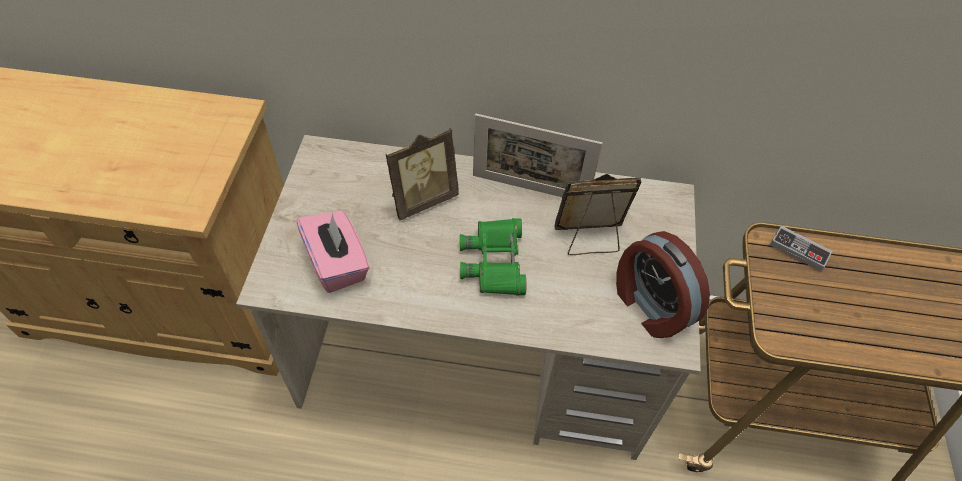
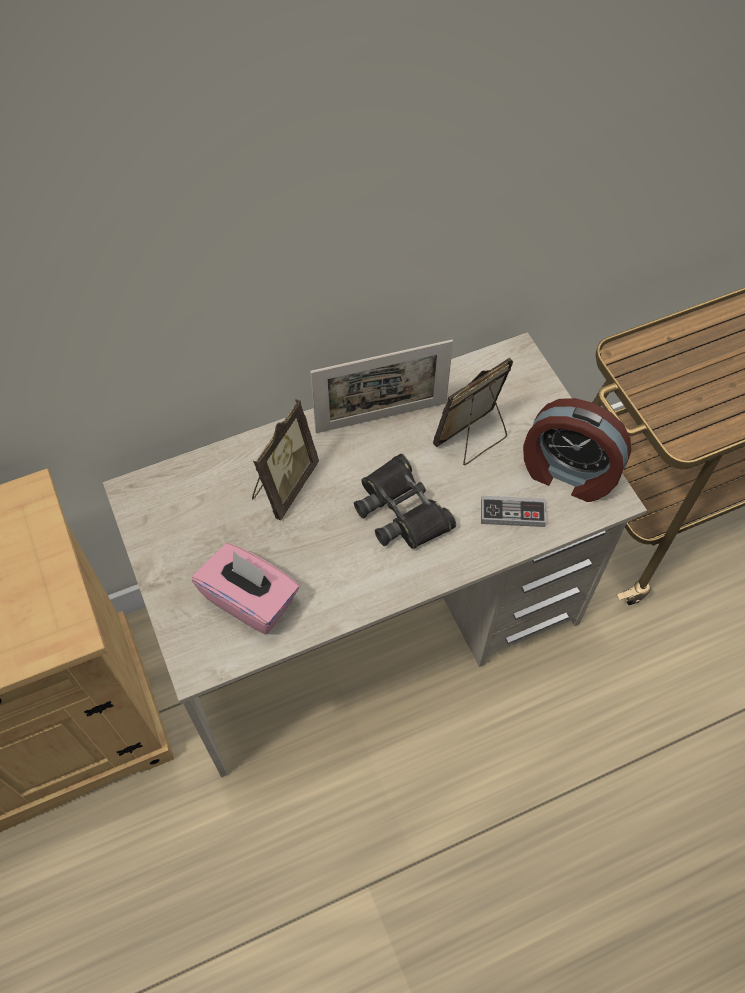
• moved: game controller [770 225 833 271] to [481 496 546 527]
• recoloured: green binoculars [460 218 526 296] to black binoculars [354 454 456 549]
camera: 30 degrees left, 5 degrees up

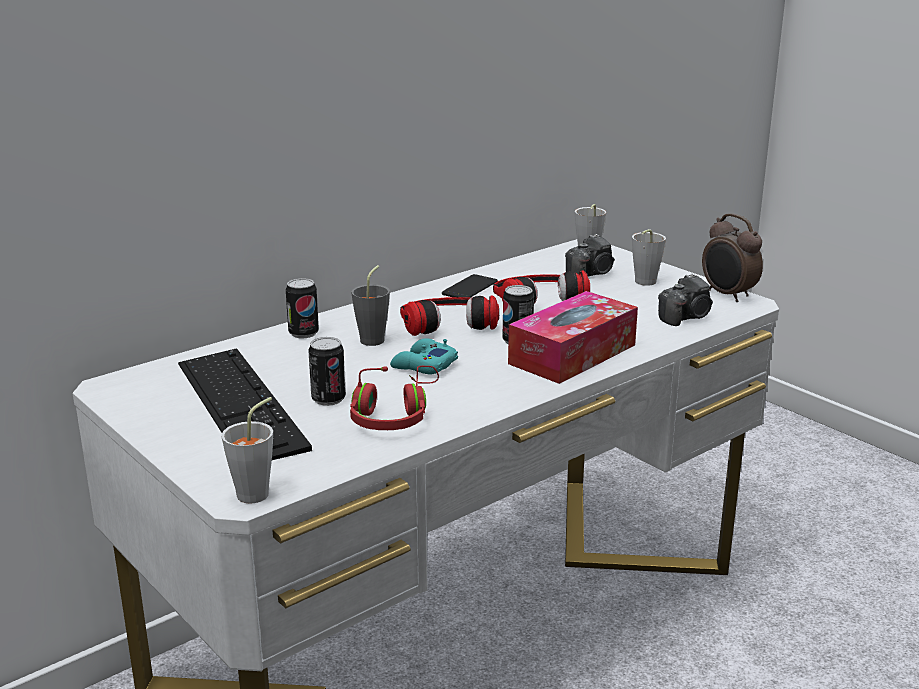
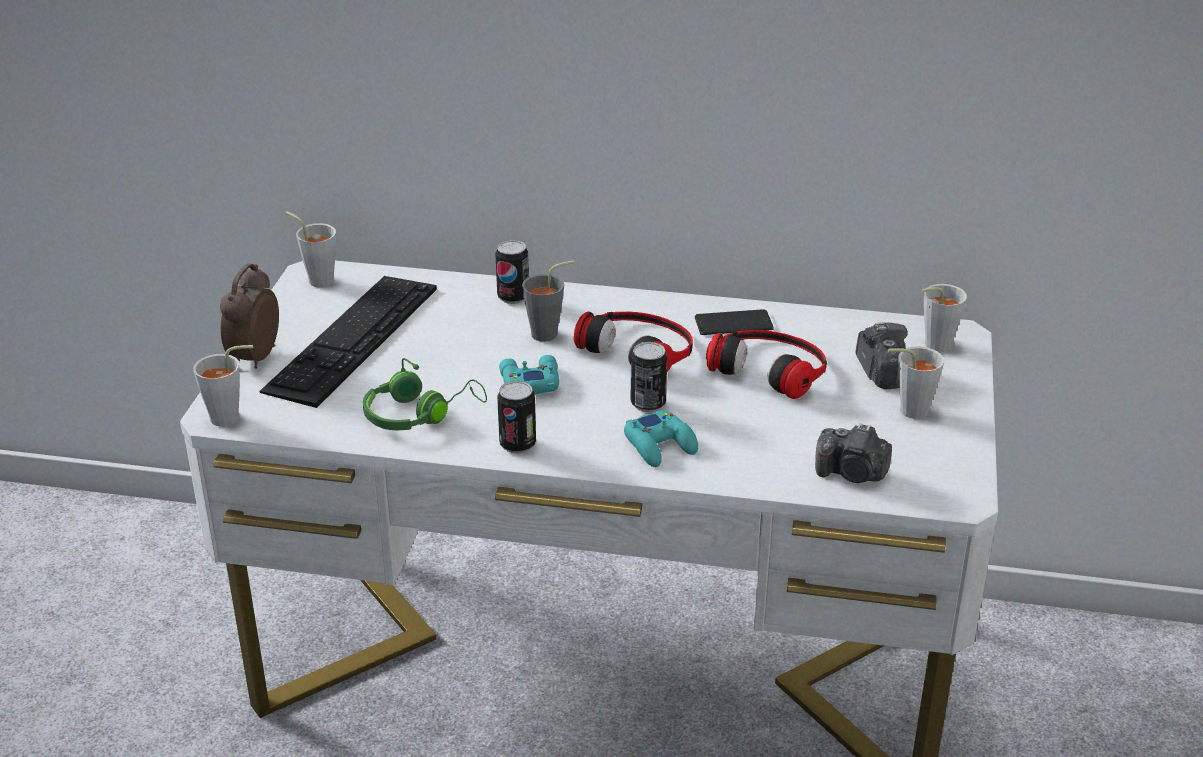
• added: grey cup [286 211 336 287]
• moved: can [308 337 346 406] to [497 381 536 454]
• moved: alarm clock [702 213 763 302] to [220 263 279 369]
• replaced: tissue box [508 291 638 384] to turquoise game controller [624 410 698 467]
• recoloured: red headphones [350 366 439 430] to green headphones [363 358 487 430]
• turned: photo camera [565 234 615 277] = [856 323 908 389] 120 degrees counterclockwise
camera: 50 degrees right, 10 degrees up

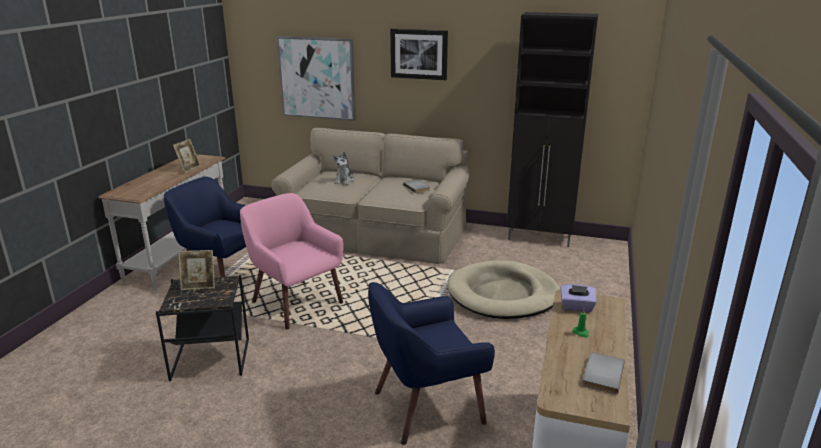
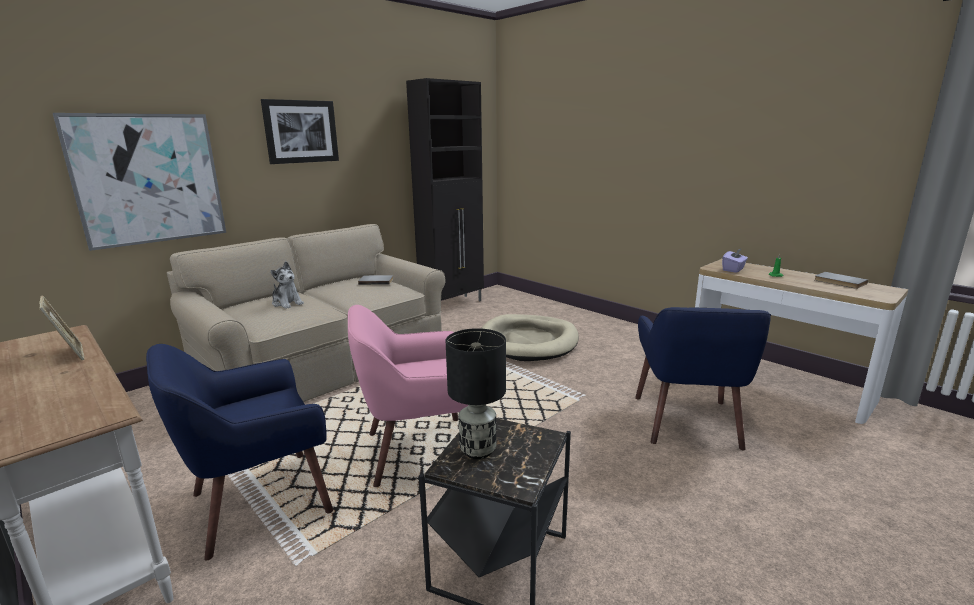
• replaced: picture frame [178 250 215 290] to black table lamp [446 328 506 459]
camera: 60 degrees left, 5 degrees down

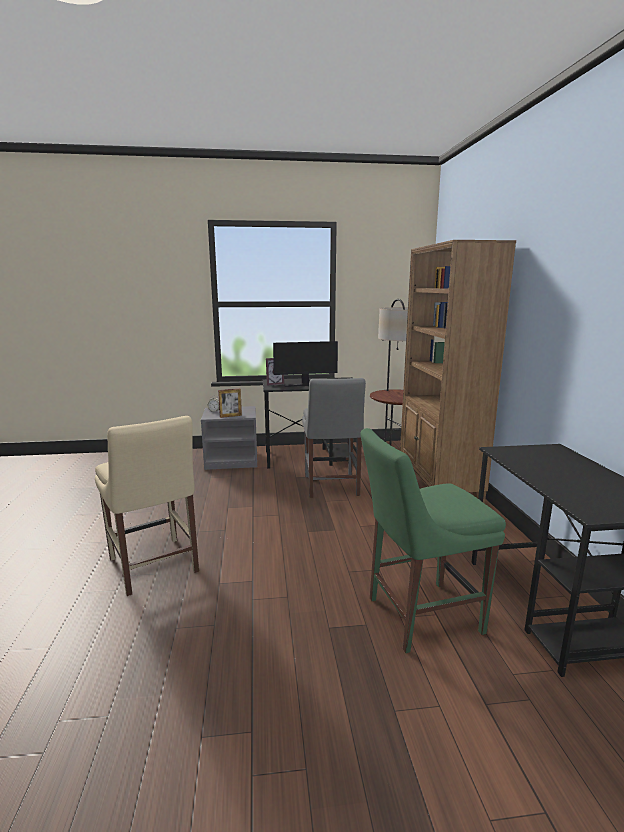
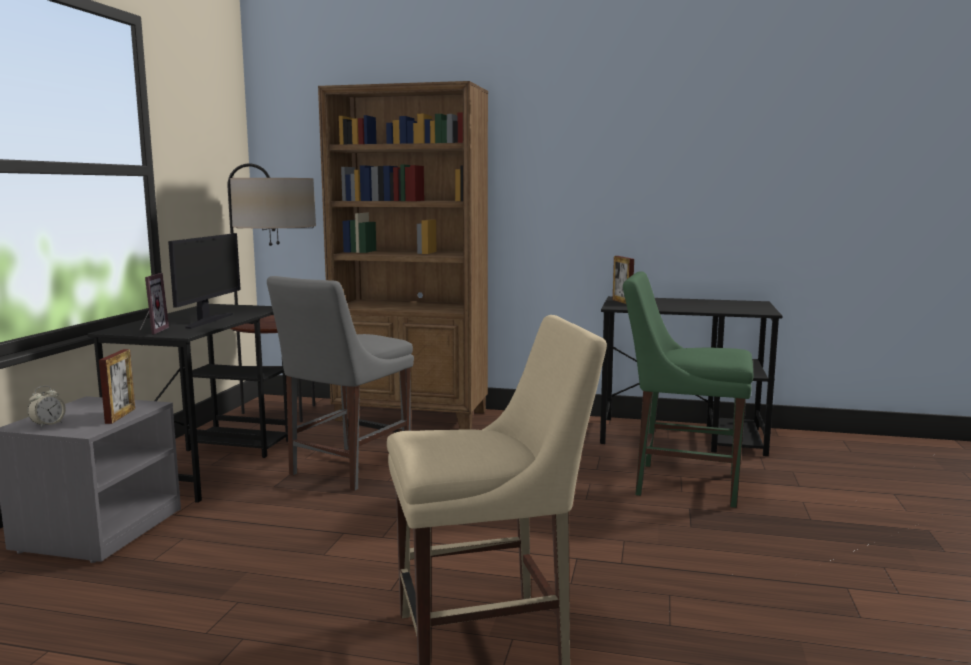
• added: picture frame [613 256 634 304]
• turned: grey chair [302 378 366 498] = [267 276 414 491] 105 degrees clockwise
• turned: green chair [360 428 506 653] = [623 271 754 508] 105 degrees clockwise
camera: 70 degrees left, 5 degrees down

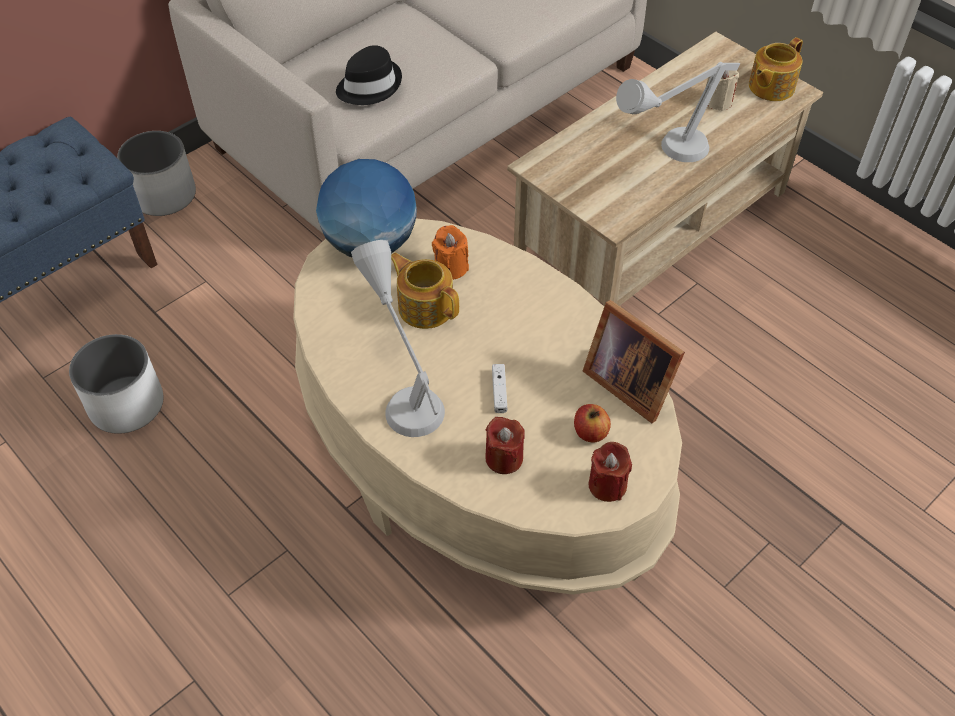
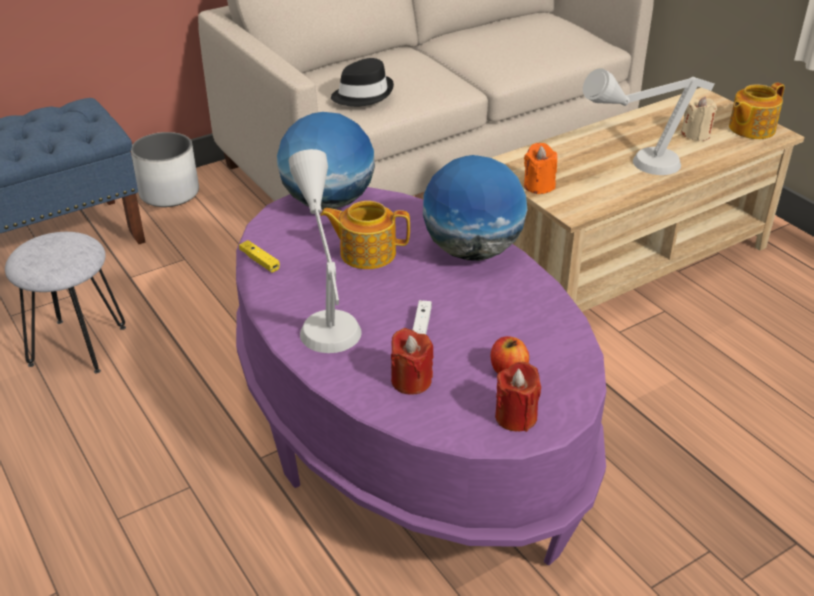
• removed: picture frame [583 300 685 423]
• added: yellow game controller [239 240 280 272]
• added: globe [423 155 527 261]
• moved: orange candle [432 225 469 280] to [524 143 557 194]
• replaced: white planter [69 334 164 434] to grey stool [5 232 126 373]
• recoloured: beige coffee table [293 218 682 595] to purple coffee table [236 187 606 565]
• turned: teapot [391 253 459 329] = [320 201 410 269] 45 degrees counterclockwise
camera: 10 degrees right, 15 degrees down

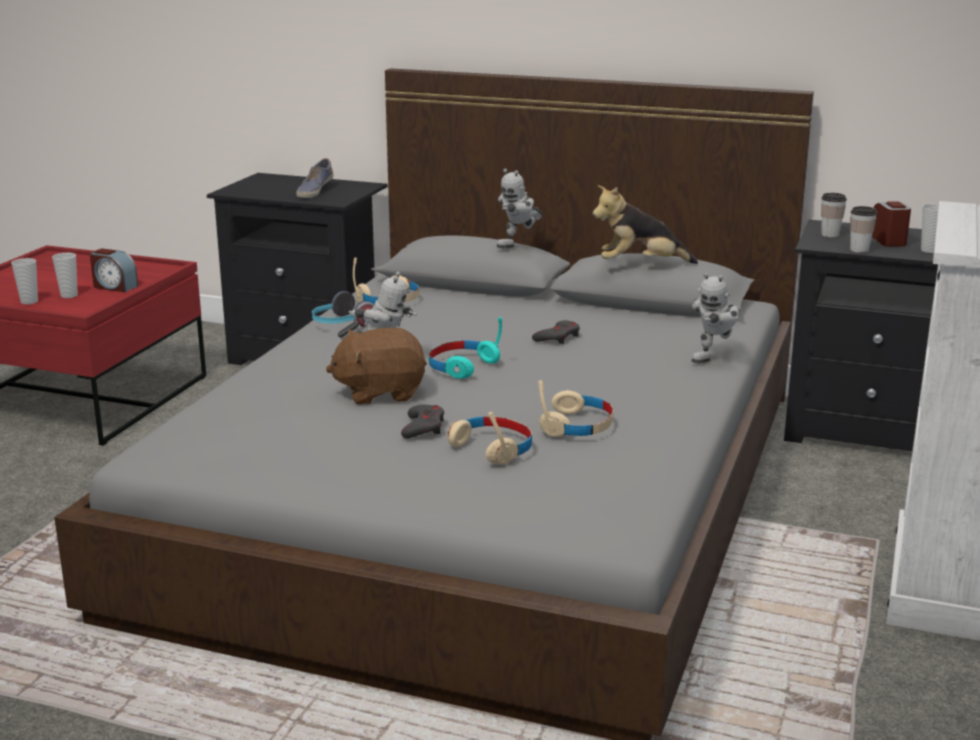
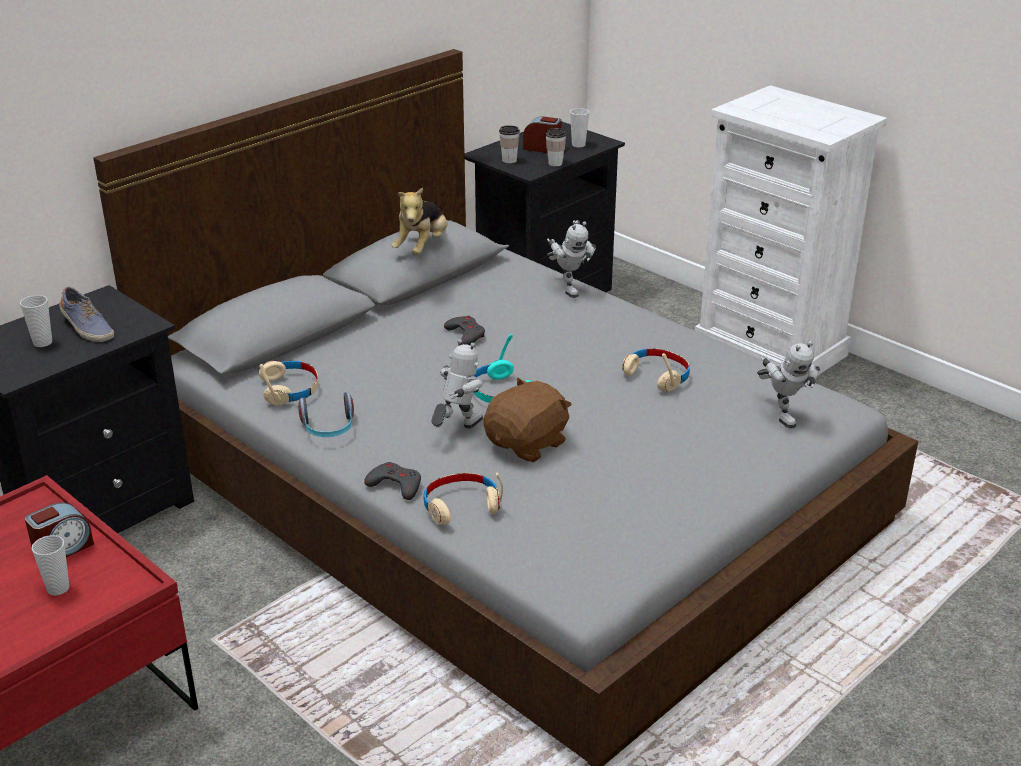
• moved: cup [11 258 38 304] to [20 295 52 347]
• moved: grey game controller [401 405 444 438] to [364 462 421 500]
• moved: beige headphones [448 412 532 465] to [424 473 503 525]
• moved: toy robot [497 169 542 248] to [757 341 820 428]
• turned: brown plush toy [326 328 427 405] = [483 378 572 462] 150 degrees counterclockwise
camera: 65 degrees left, 10 degrees up

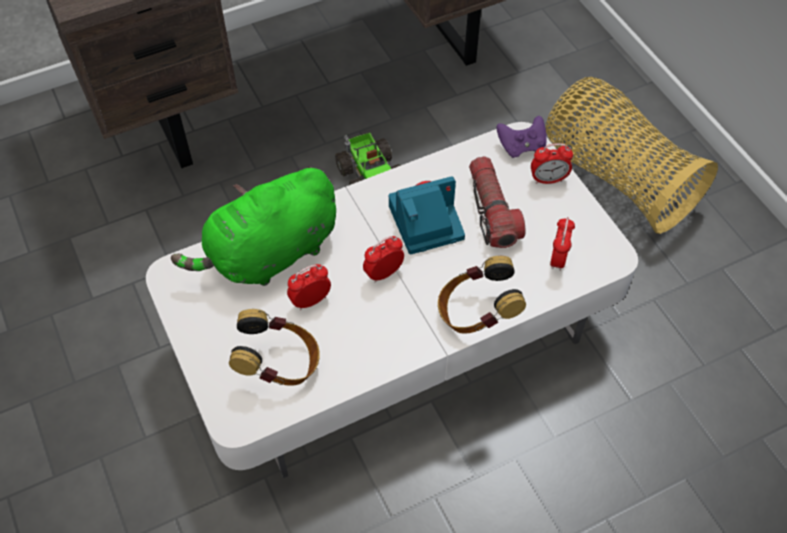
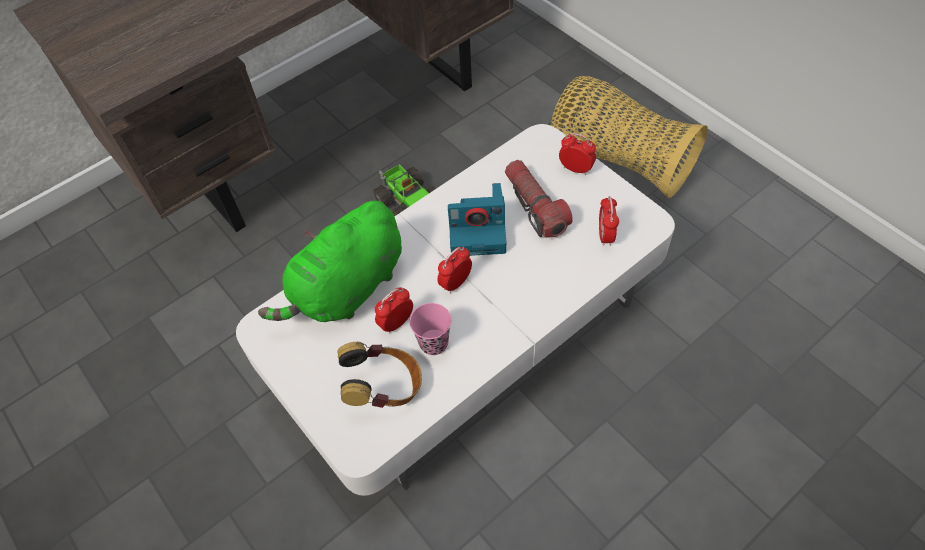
• removed: headphones [438 256 526 334]
• removed: purple game controller [497 116 547 158]
• added: pink cup [410 303 451 355]
• turned: photo camera [389 176 465 255] = [448 183 507 256] 150 degrees counterclockwise
• turned: alarm clock [531 143 573 184] = [559 133 596 175] 135 degrees counterclockwise
camera: 10 degrees left, 0 degrees up

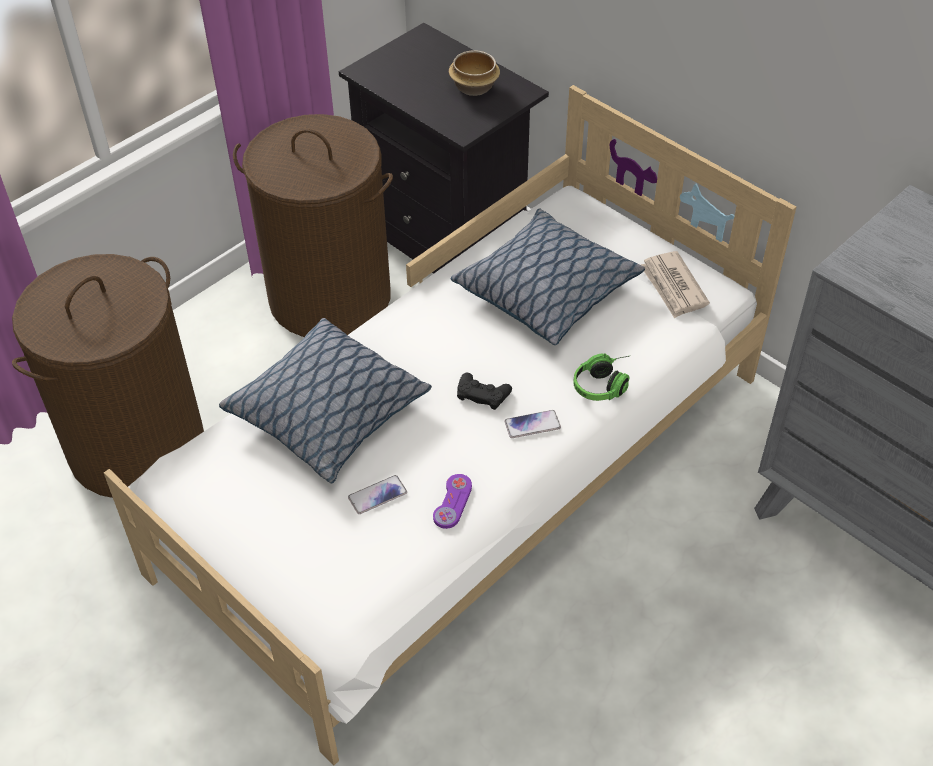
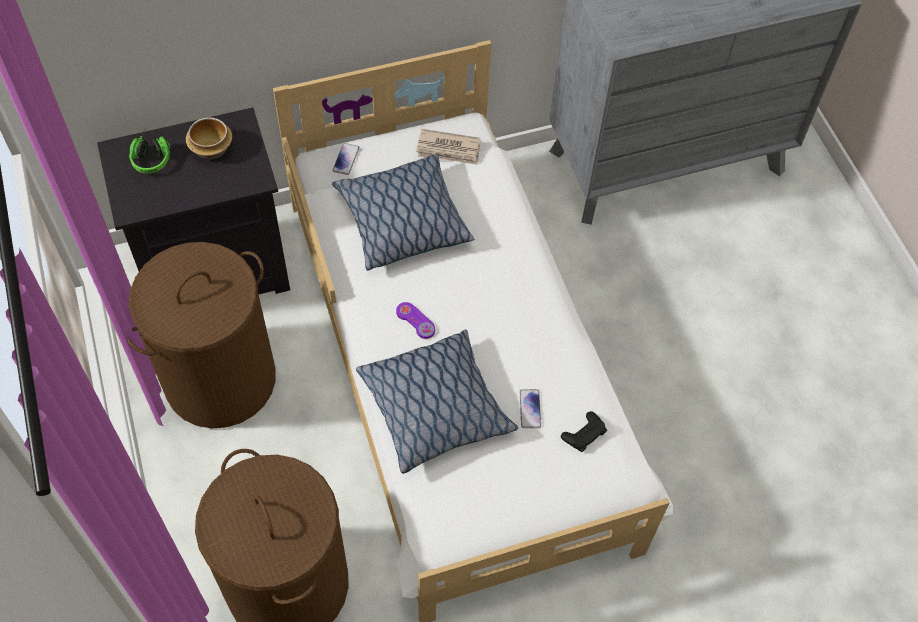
• moved: purple game controller [433 474 472 529] to [396 302 435 339]
• moved: black game controller [457 373 512 410] to [561 411 607 452]
• moved: phone [504 410 561 438] to [333 143 359 175]
• moved: headphones [573 353 629 401] to [129 127 170 174]
camera: 65 degrees left, 10 degrees up

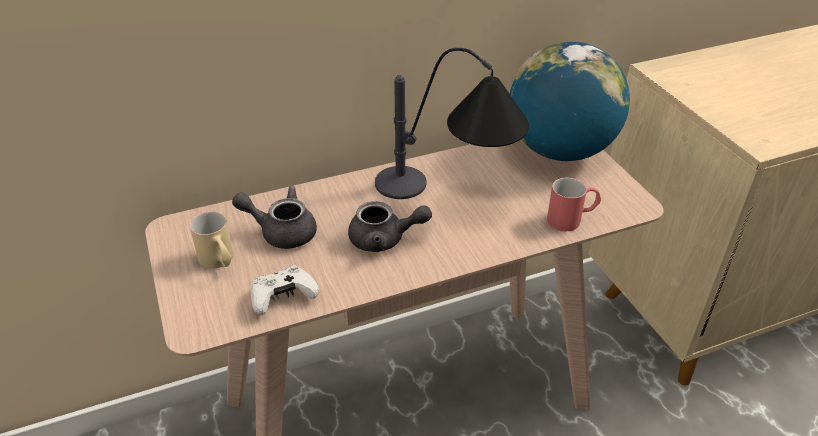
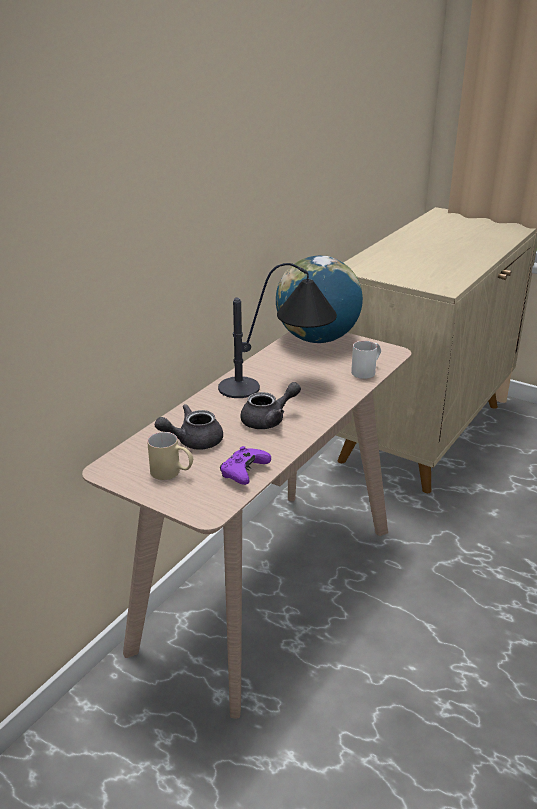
• recoloured: white game controller [251 265 319 315] to purple game controller [220 446 271 485]
• recoloured: red mug [547 178 601 231] to white mug [351 341 381 379]
camera: 35 degrees left, 10 degrees down

